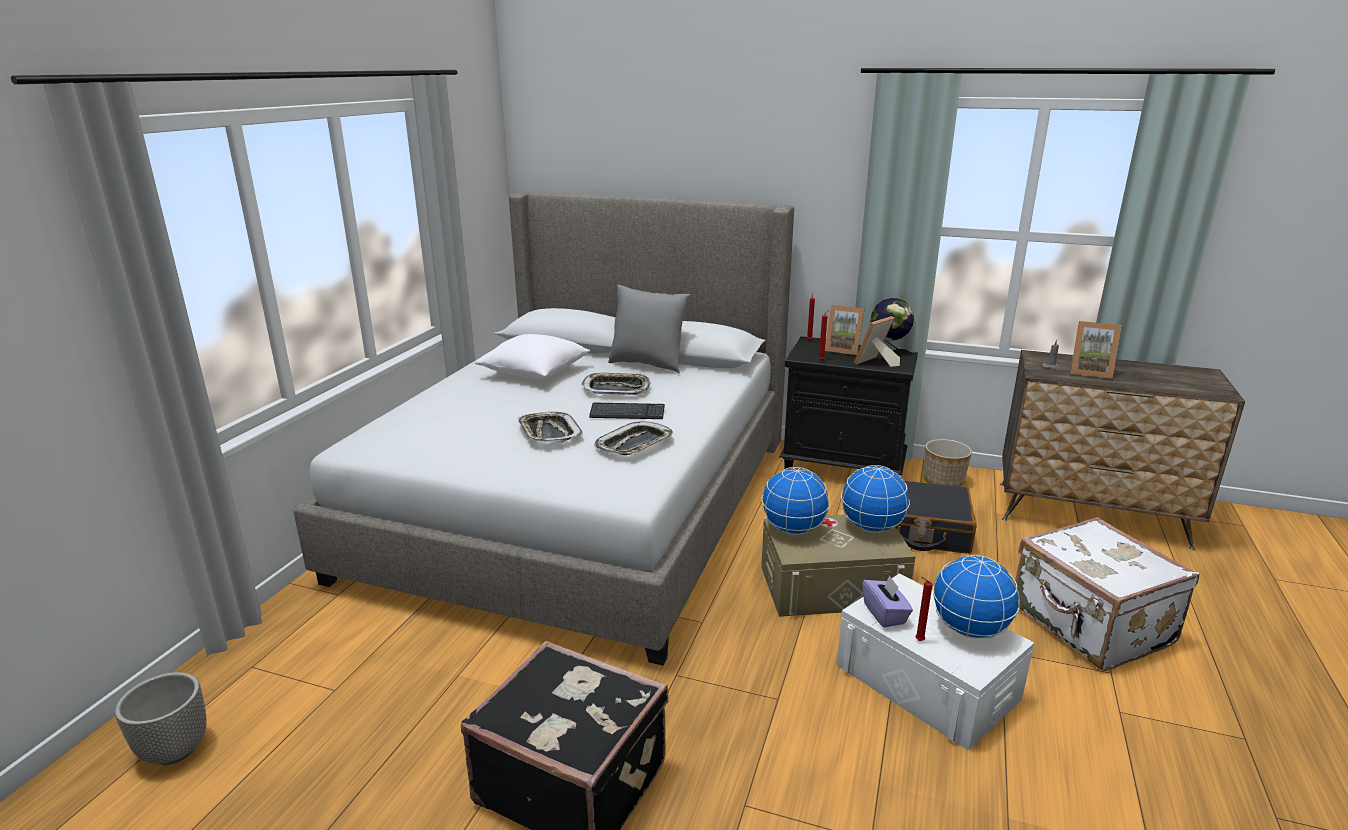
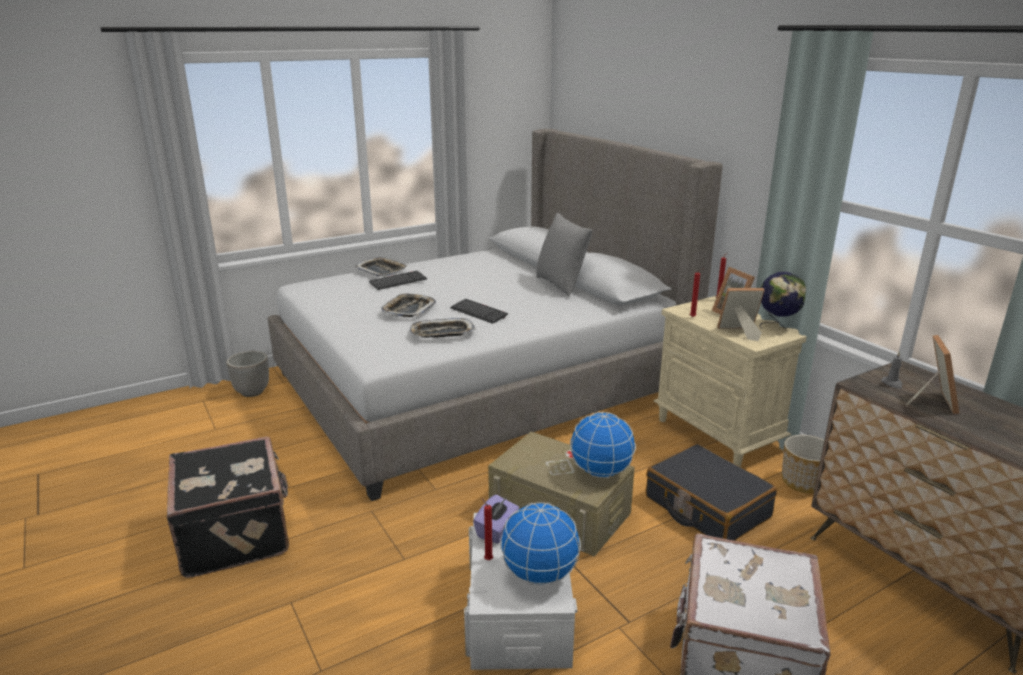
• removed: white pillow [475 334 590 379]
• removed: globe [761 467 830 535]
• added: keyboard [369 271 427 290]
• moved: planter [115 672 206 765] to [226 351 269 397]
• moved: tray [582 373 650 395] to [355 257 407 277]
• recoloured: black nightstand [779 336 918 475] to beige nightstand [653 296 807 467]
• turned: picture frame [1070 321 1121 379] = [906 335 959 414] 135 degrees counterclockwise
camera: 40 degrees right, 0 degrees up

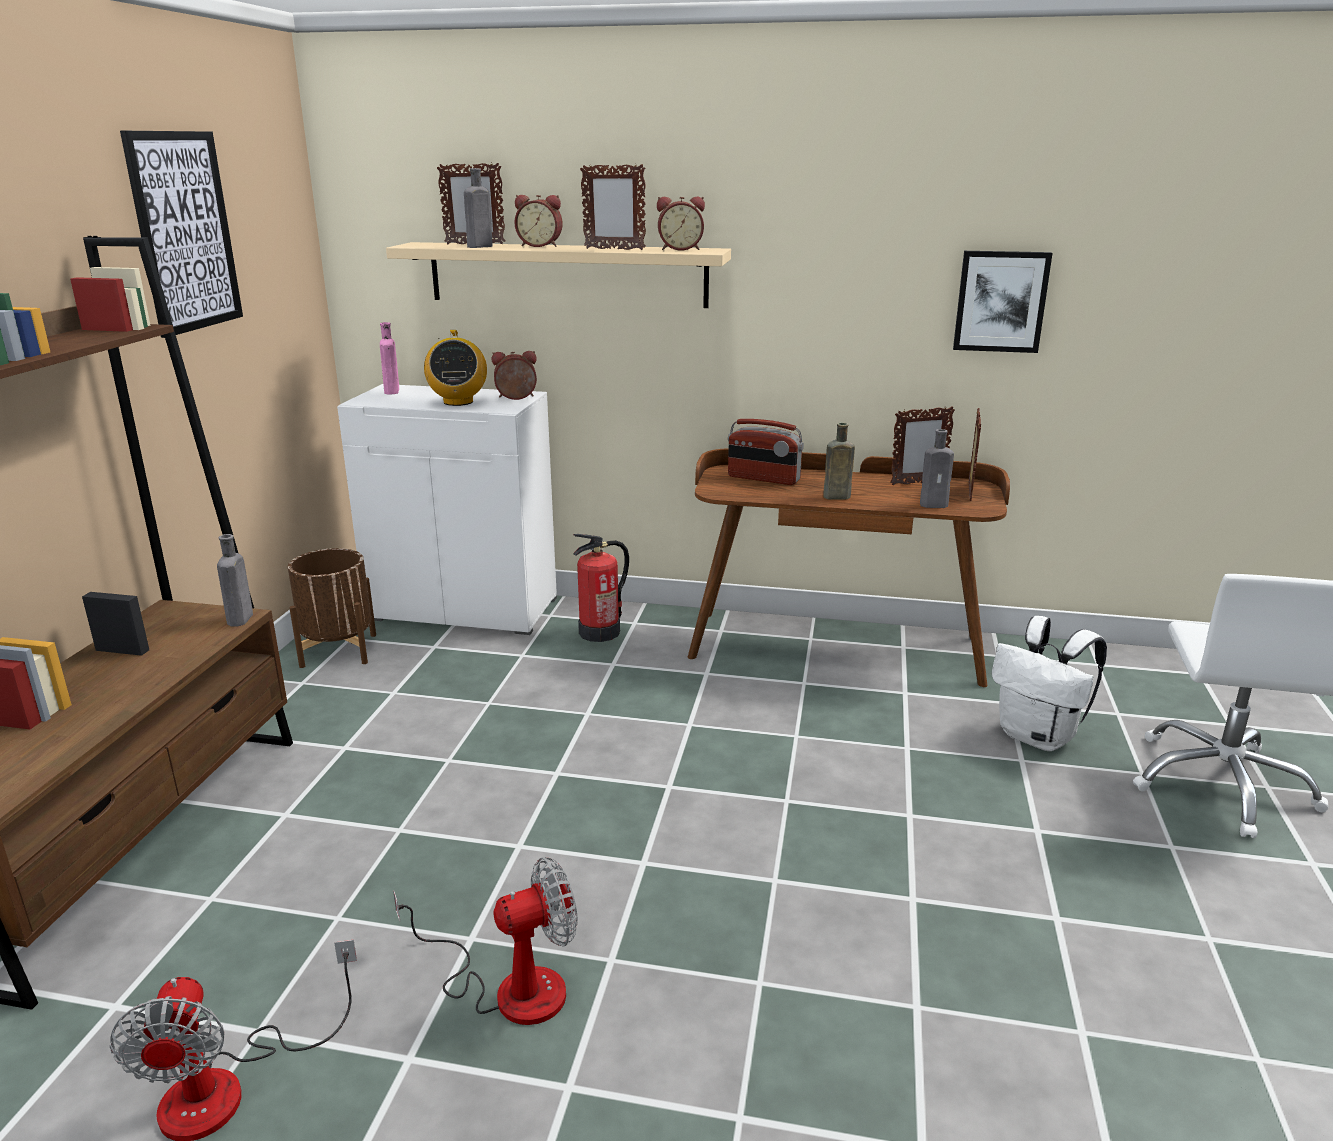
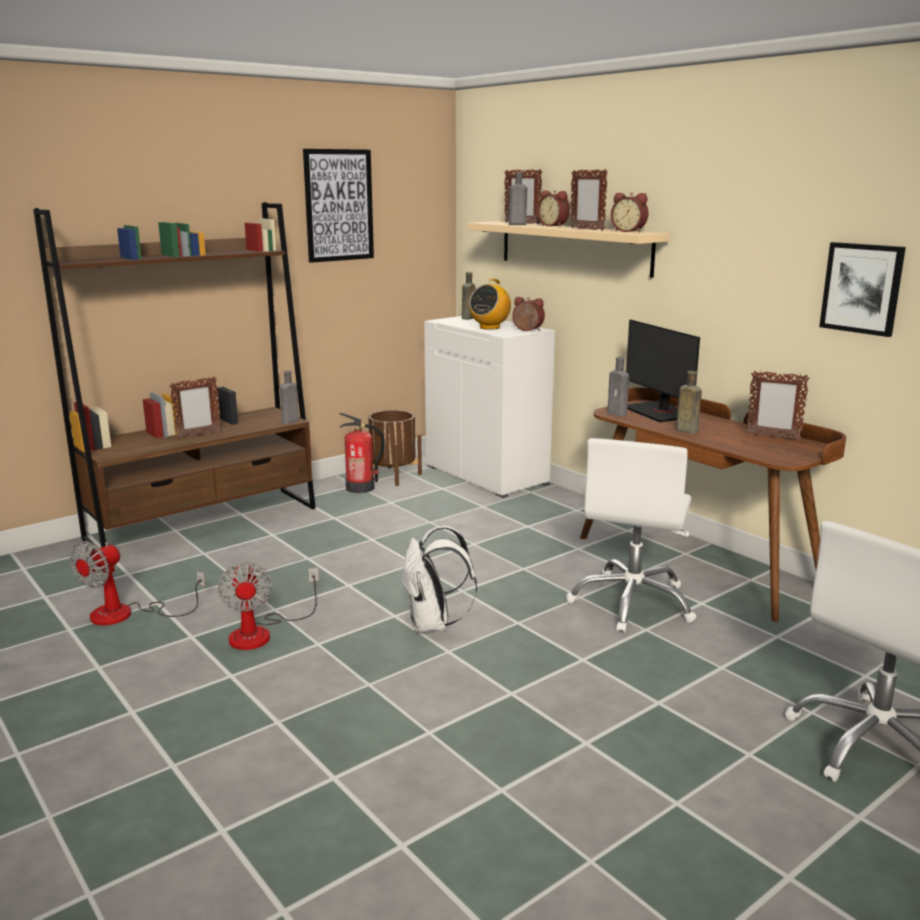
• added: white office chair [566 438 696 633]
• moved: fire extinguisher [573 534 629 642] to [339 413 385 493]
• moved: grey bottle [920 429 954 508] to [607 357 629 416]
• moved: picture frame [968 408 981 501] to [169 376 221 439]
• moved: white backpack [992 616 1107 751] to [401 525 477 633]
• replaced: radio [728 419 804 485] to monitor [626 320 700 422]
• recoloured: pink bottle [380 322 399 394] to brown bottle [462 272 475 320]
• turned: fan [393 857 578 1025] = [218 562 319 650] 60 degrees clockwise
camera: 40 degrees right, 5 degrees down

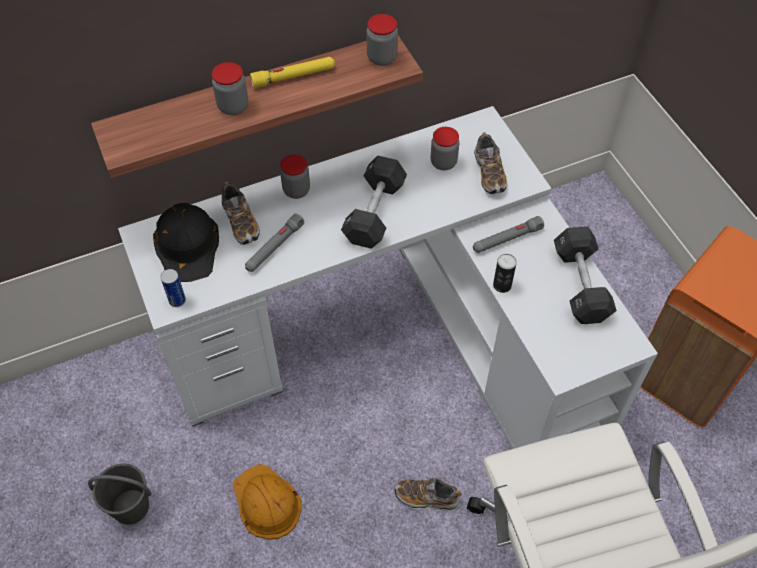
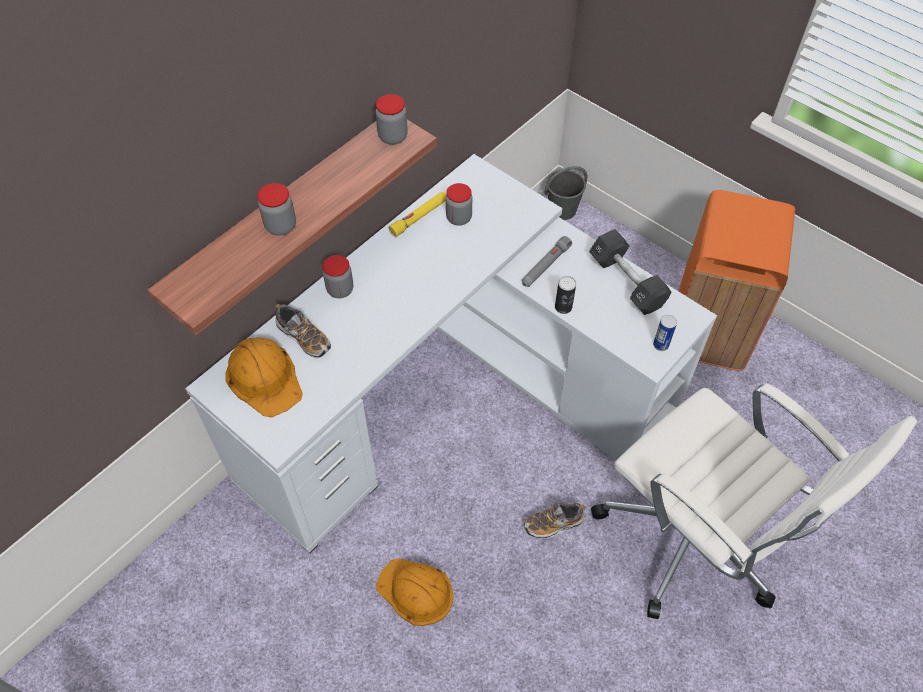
• removed: grey flashlight [245 214 304 272]
• removed: black dumbbell [341 156 407 249]
• removed: shoe [474 132 507 195]
• moved: grey bucket [88 464 151 525] to [545 166 587 220]
• moved: can [160 269 186 307] to [653 315 677 351]
• moved: yellow flashlight [250 57 335 88] to [389 192 447 237]
• recoloured: black hard hat [153 203 219 282] to orange hard hat [226 337 303 418]
camera: 25 degrees left, 0 degrees up

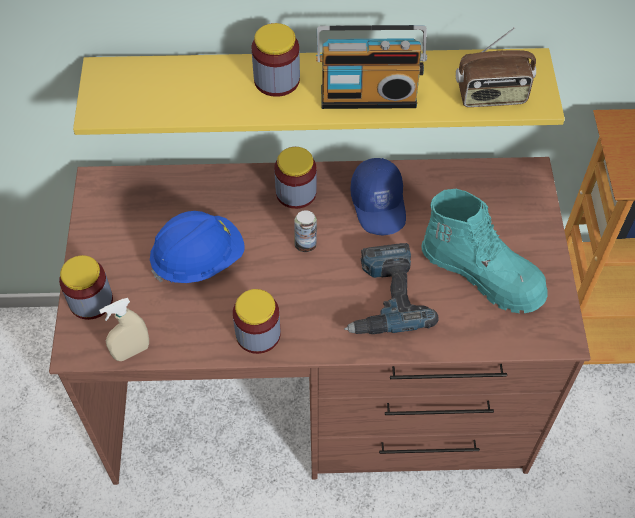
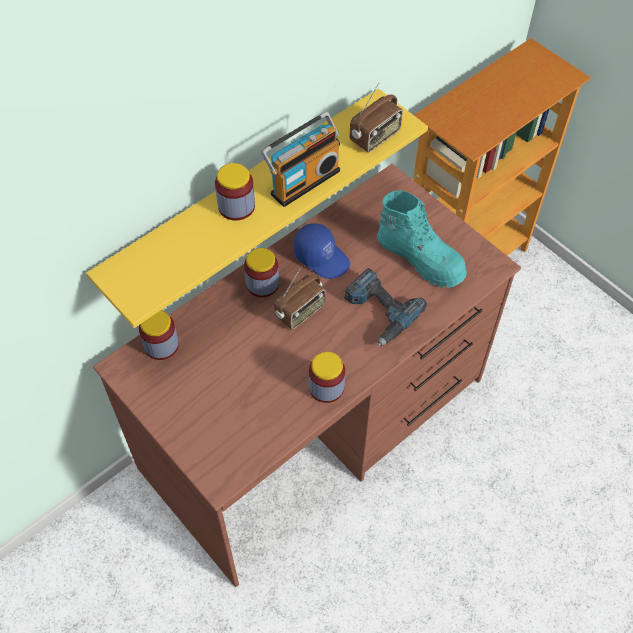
• removed: beige spray bottle [99 298 149 361]
• removed: blue hard hat [150 211 244 283]
• moved: jar [59 255 113 320] to [139 310 179 360]
• replaced: can [294 210 317 252] to radio [274 268 325 330]
• turned: turquoise boot [422 189 548 313] = [377 190 467 288] 45 degrees clockwise
camera: 40 degrees left, 0 degrees up

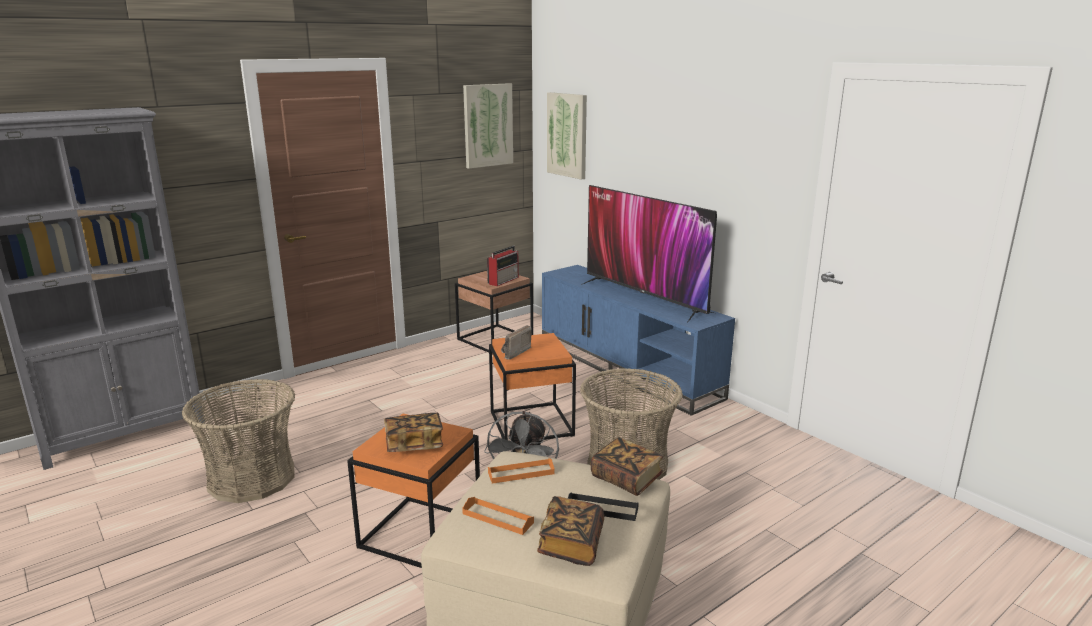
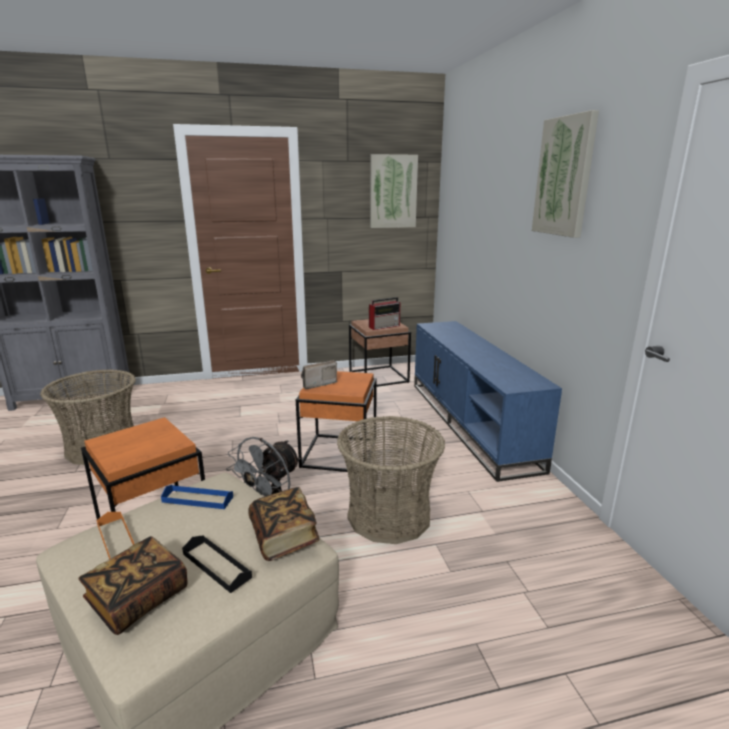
• removed: book [384 413 443 452]
• removed: television [581 185 717 323]
• moved: picture [547 92 587 180] to [532 110 599 238]
• recoloured: orange tray [488 458 554 484] to blue tray [161 485 233 509]
camera: 25 degrees right, 0 degrees up

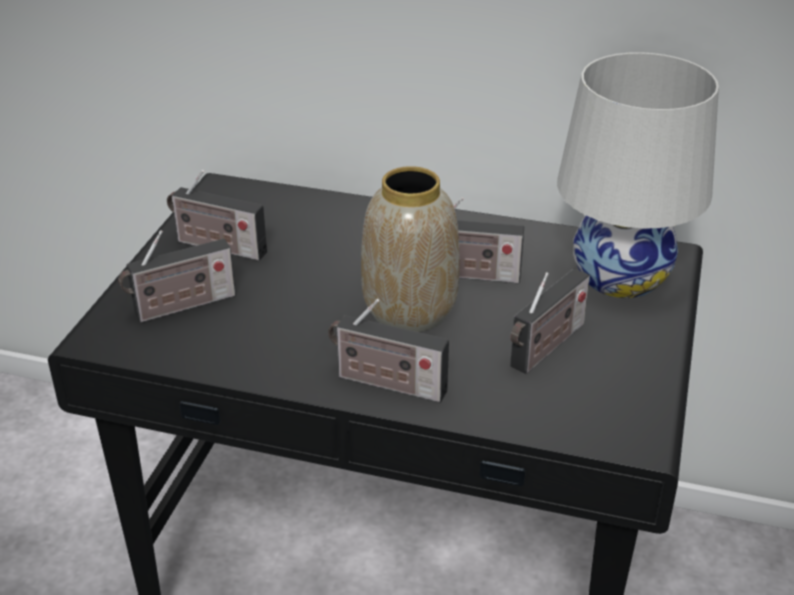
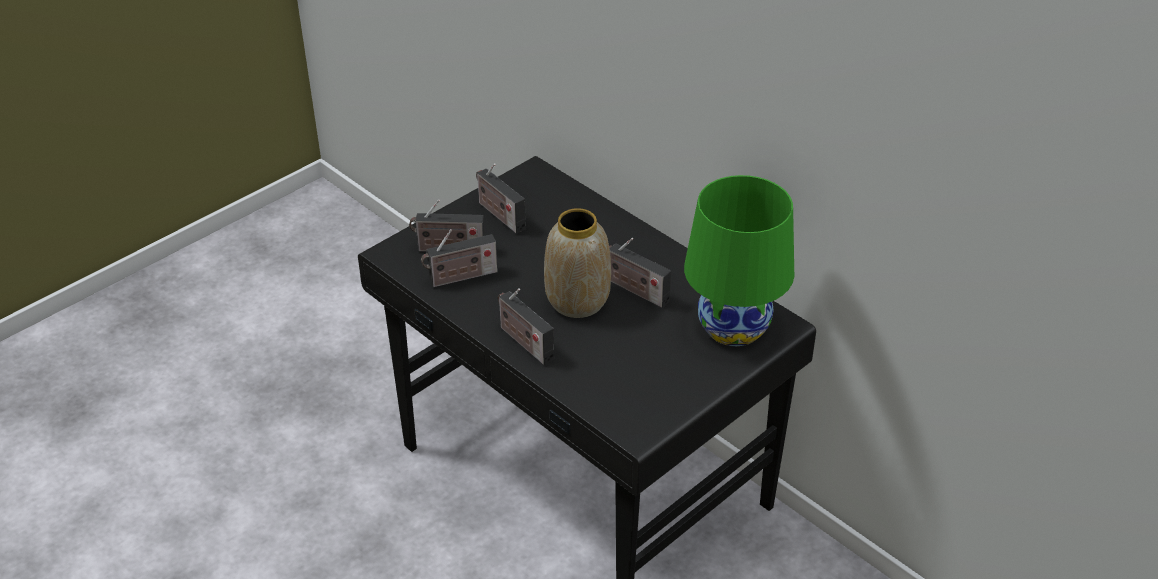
• moved: radio [510 268 590 374] to [421 229 498 287]
• recoloured: white table lamp [557 52 719 298] to green table lamp [684 175 794 346]
camera: 30 degrees right, 5 degrees up

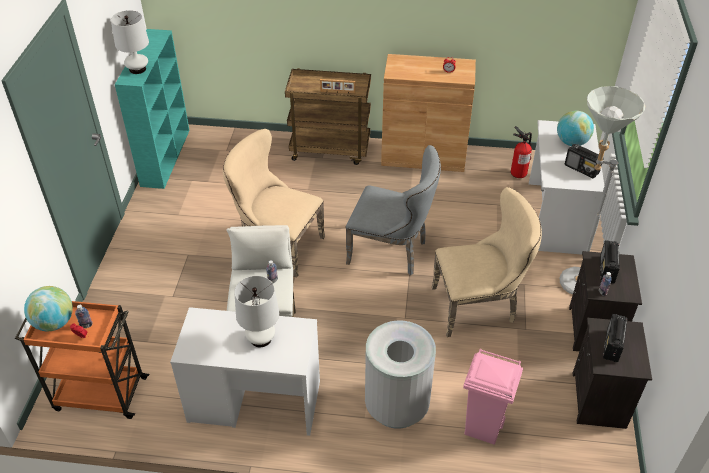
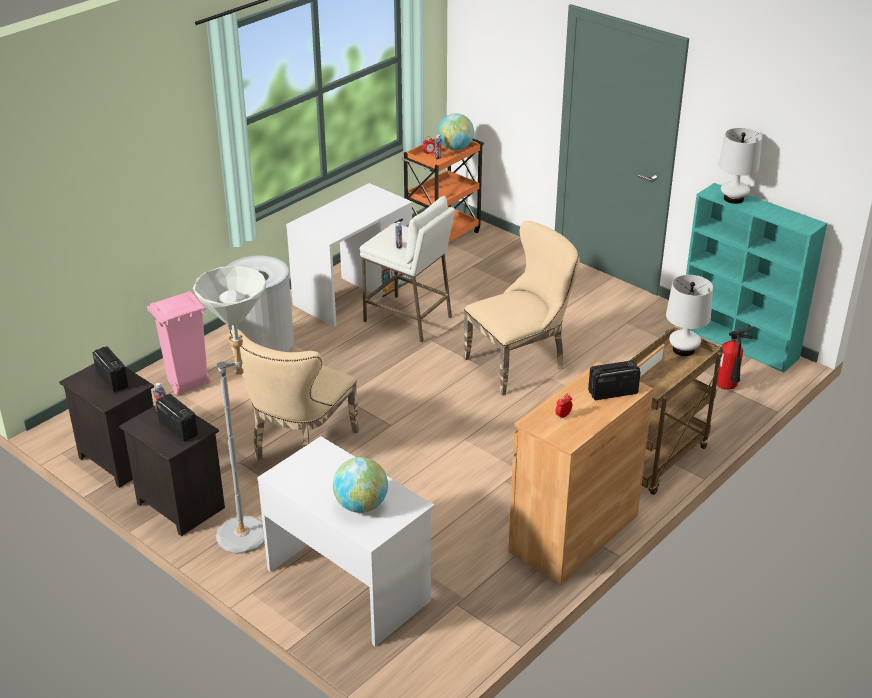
• removed: grey chair [345 145 441 275]
• moved: white table lamp [234 276 279 348] to [666 275 713 356]
• moved: fire extinguisher [511 126 532 178] to [717 326 754 390]
• moved: radio [565 144 604 178] to [588 360 641 400]
camera: 125 degrees right, 10 degrees down

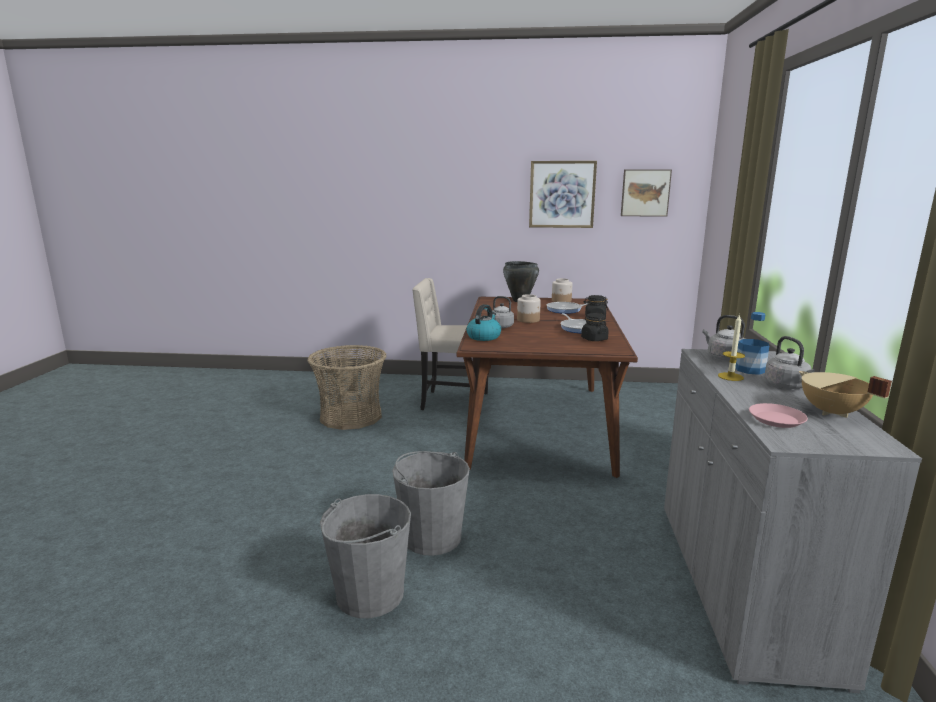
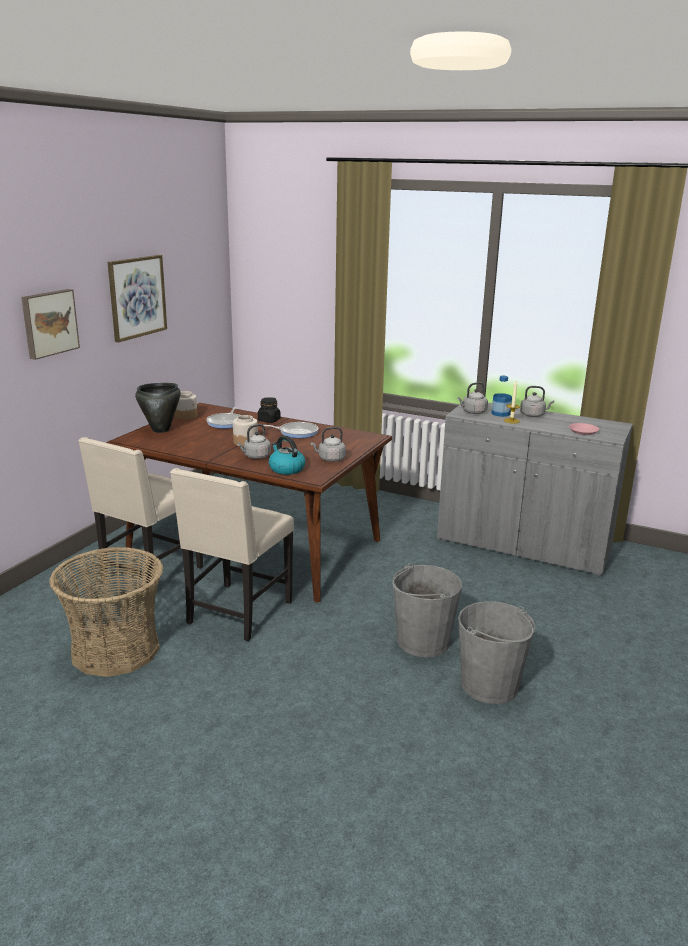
• removed: black jar [581 313 609 341]
• removed: beige cooking pot [799 371 892 418]
• added: beige chair [170 468 294 641]
• added: grey kettle [311 427 346 462]
• moved: picture [621 169 672 217] to [21 289 80 360]
camera: 70 degrees left, 5 degrees up

